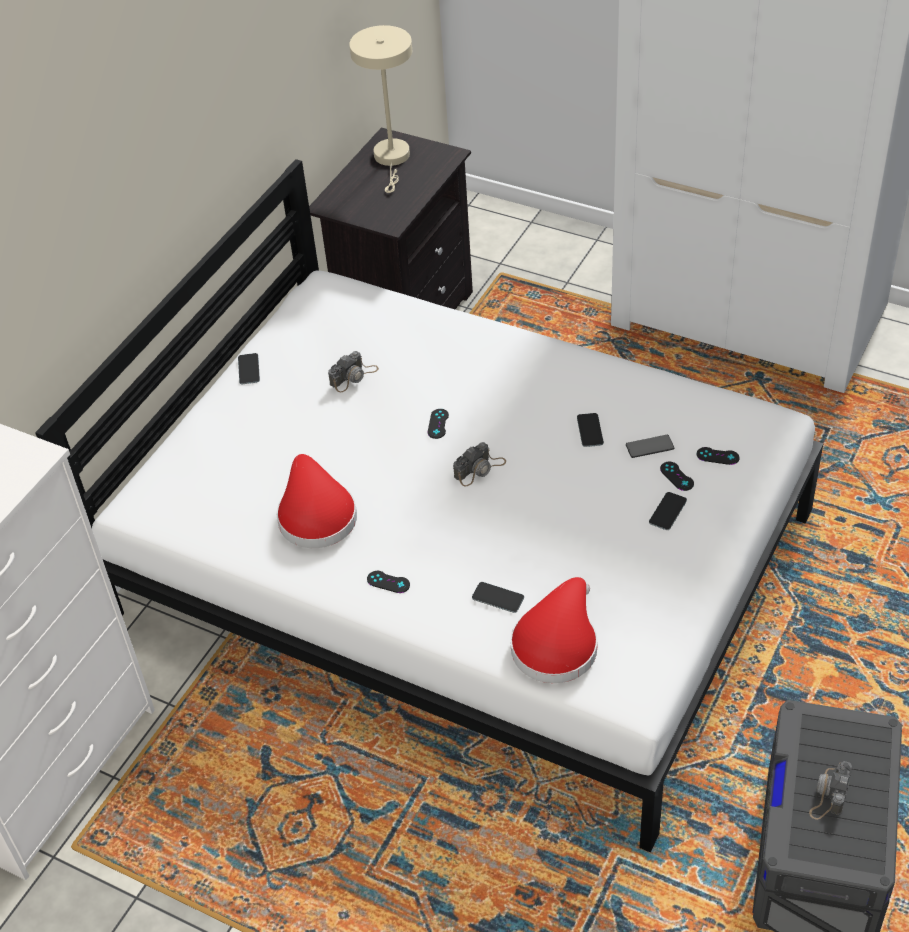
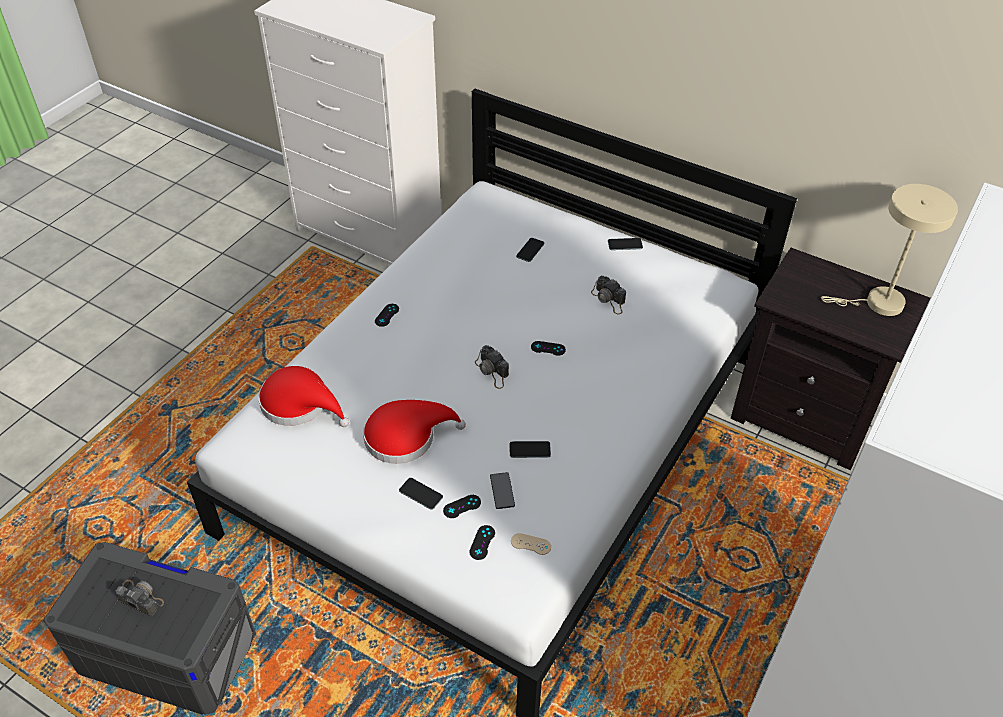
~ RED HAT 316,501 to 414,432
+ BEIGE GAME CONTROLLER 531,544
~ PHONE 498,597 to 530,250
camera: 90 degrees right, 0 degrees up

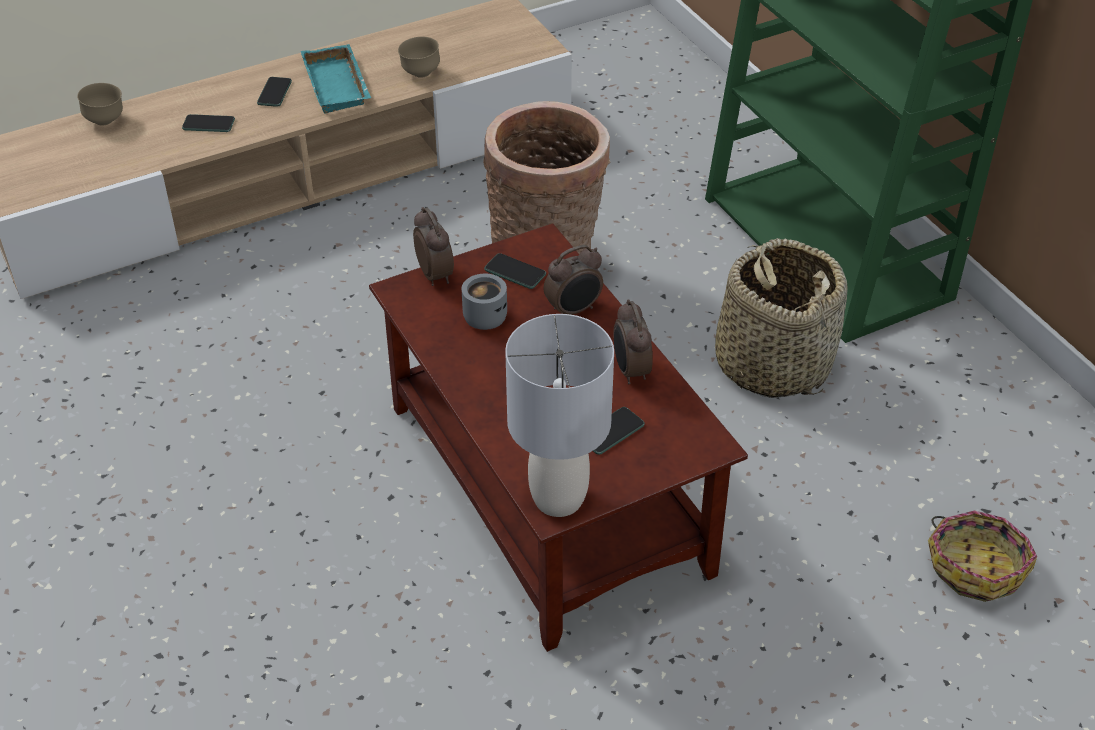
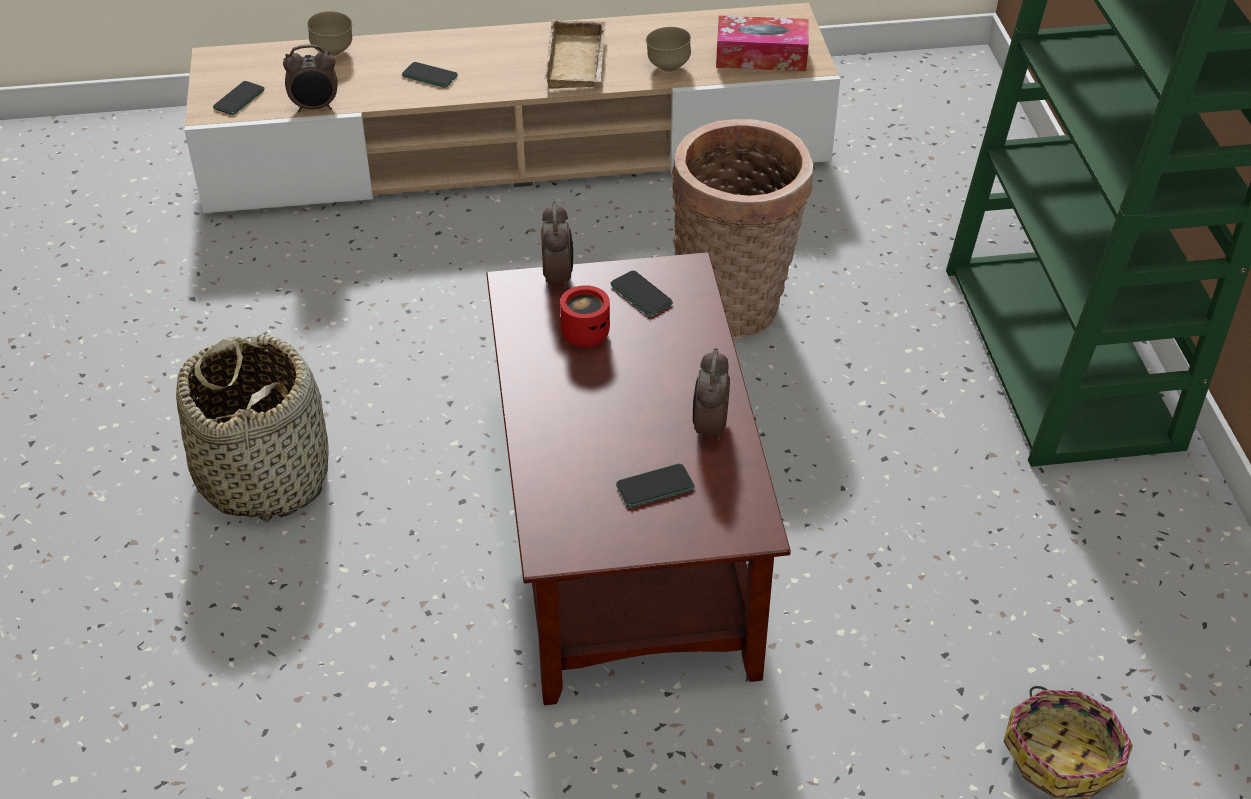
~ BASKET 781,318 to 252,428
~ PHONE 274,92 to 238,98
~ ALARM CLOCK 573,280 to 310,78
~ TURQUOISE TRAY 336,78 to BEIGE TRAY 575,54
~ GREY MUG 484,302 to RED MUG 585,316
+ TISSUE BOX 762,43
- GREY TABLE LAMP 559,415
camera: 20 degrees right, 0 degrees up

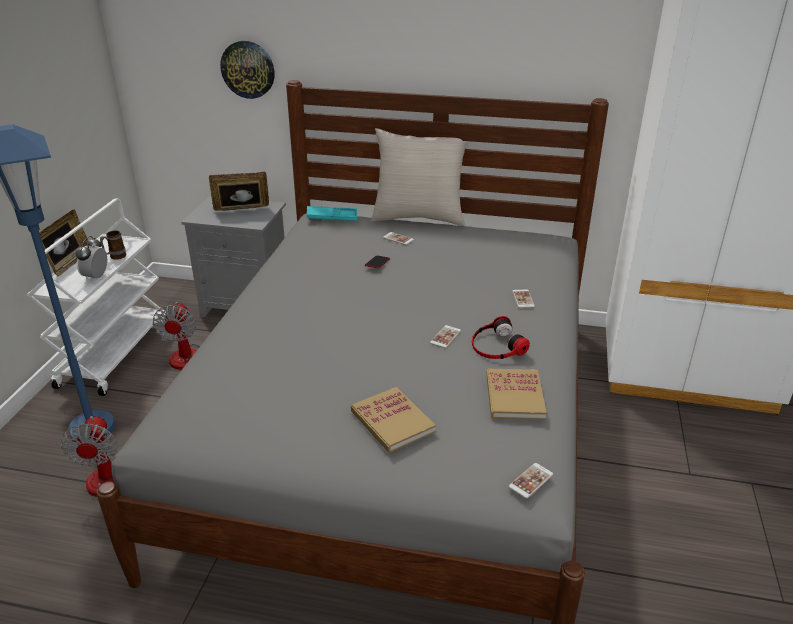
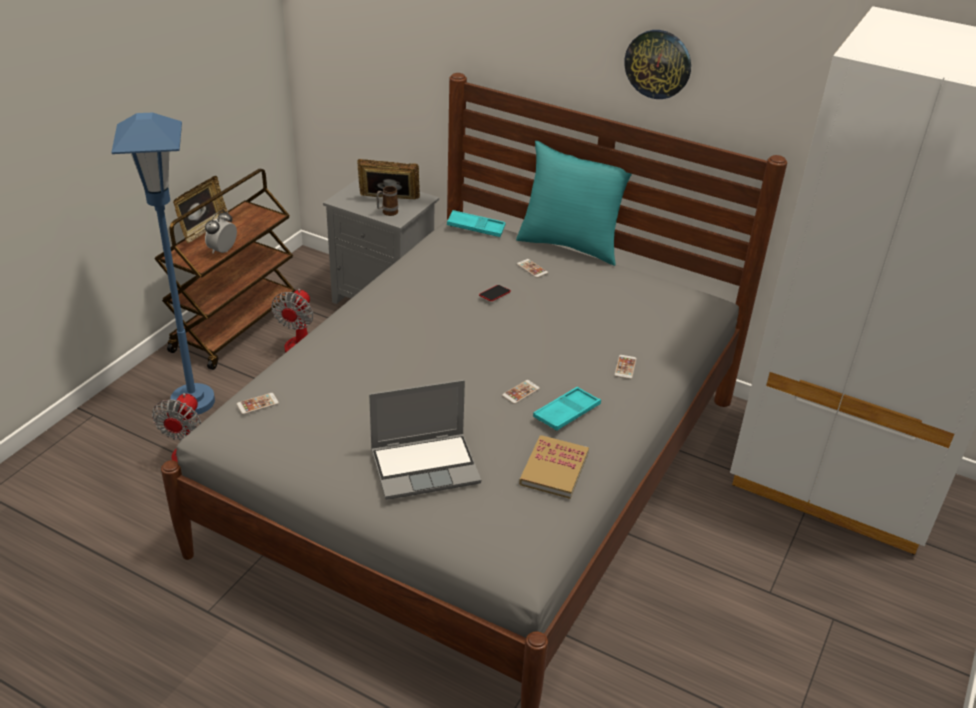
~ WHITE CART 96,297 to BROWN CART 225,269
~ PHONE 531,481 to 258,404
~ BOOK 393,420 to LAPTOP 425,440
~ MUG 113,245 to 387,201
~ BEIGE PILLOW 419,177 to TURQUOISE PILLOW 574,203
~ HEADPHONES 501,337 to TURQUOISE TRAY 567,408
~ WALL CLOCK 247,70 to 657,64
camera: 15 degrees right, 5 degrees up

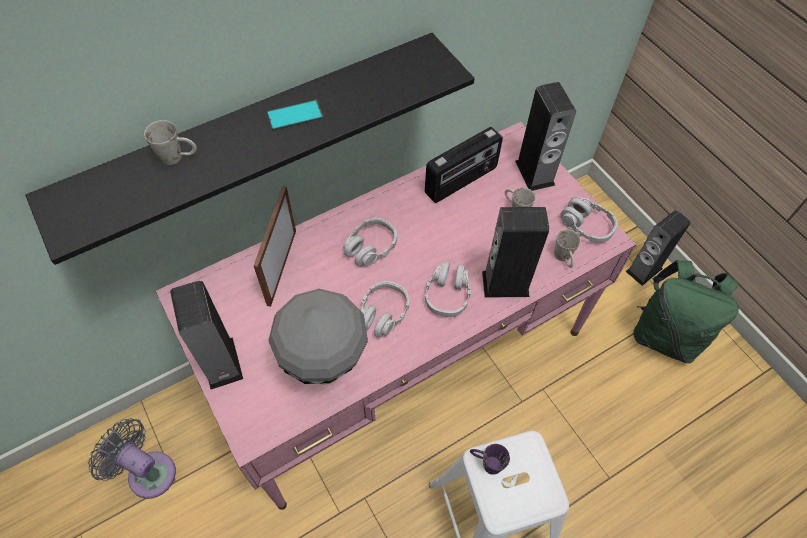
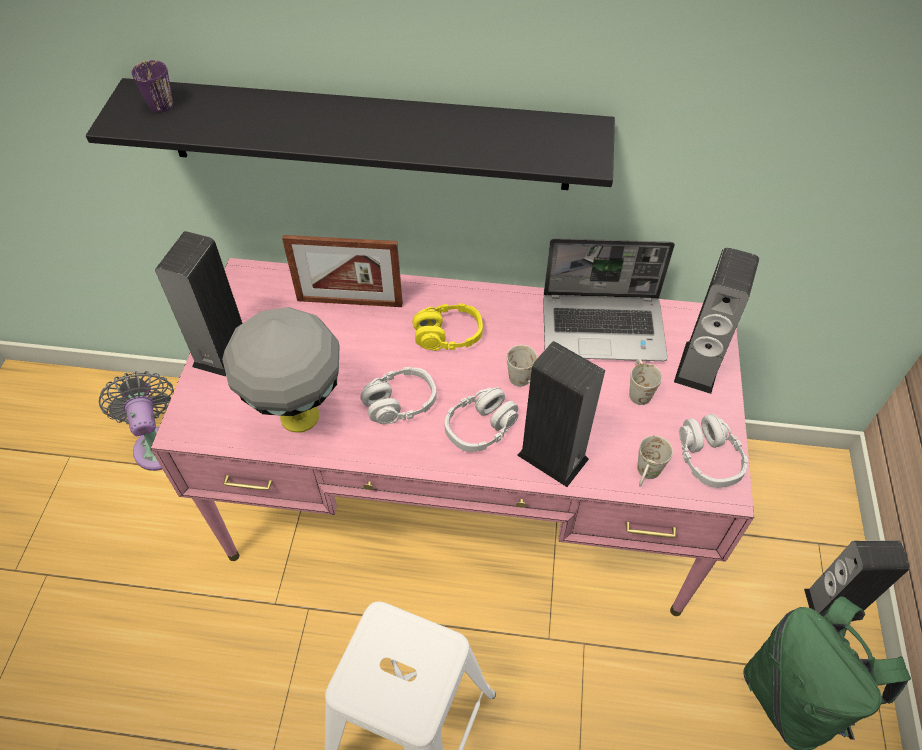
~ PURPLE MUG 490,459 to 152,86
~ PICTURE FRAME 275,246 = 342,271 135 degrees counterclockwise
~ GREY HEADPHONES 370,242 to YELLOW HEADPHONES 447,327
~ WHITE MUG 170,142 to 522,366
~ RADIO 464,165 to LAPTOP 609,299
- PHONE 295,115
camera: 40 degrees right, 5 degrees down

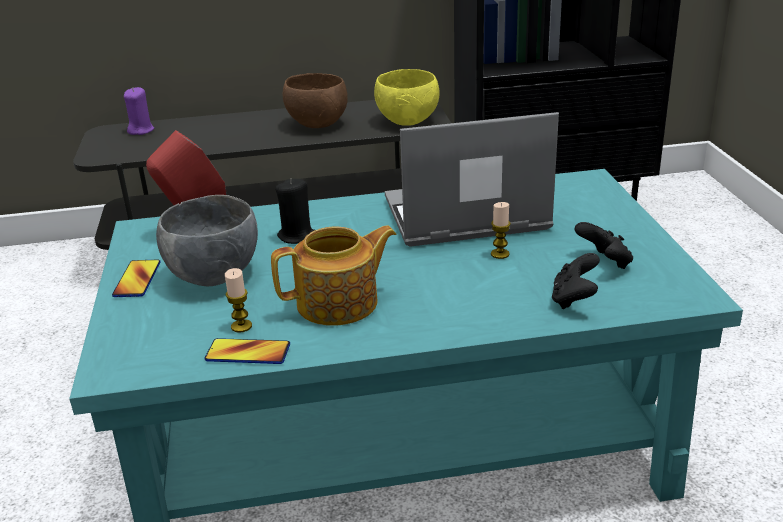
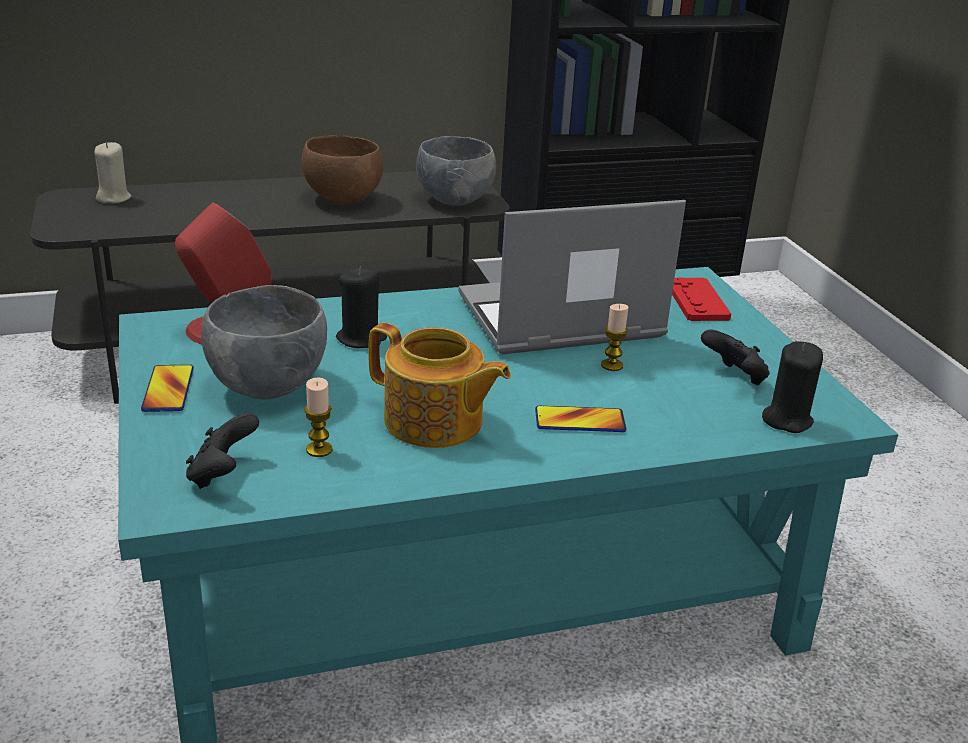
~ PURPLE CANDLE 139,111 to BEIGE CANDLE 112,173
~ BLACK GAME CONTROLLER 576,281 to 222,451
~ TEAPOT 333,275 = 439,385 60 degrees clockwise
~ YELLOW BOWL 407,97 to GREY BOWL 456,171
~ PHONE 247,351 to 580,419
+ RED GAME CONTROLLER 701,299
+ BLACK CANDLE 792,387
camera: 10 degrees left, 0 degrees up

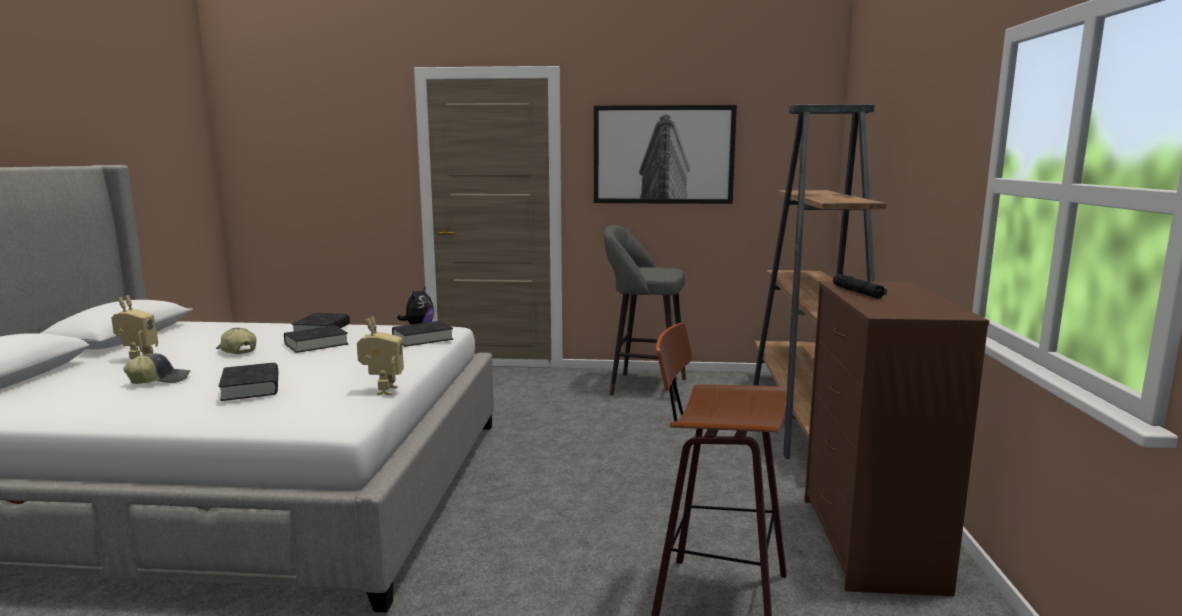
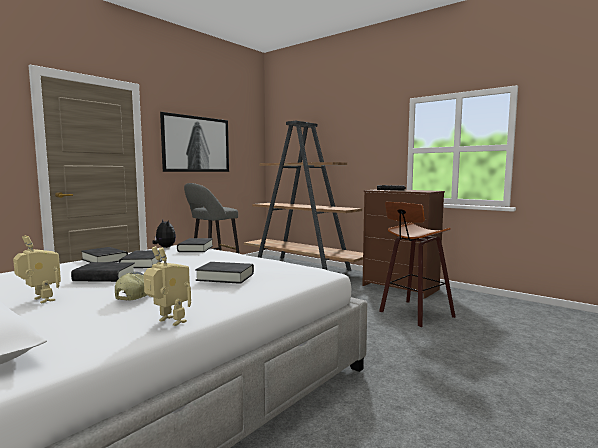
~ CAP 236,341 to BLACK BOOK 103,272
~ TOY ROBOT 380,355 to 167,286
camera: 55 degrees left, 5 degrees down

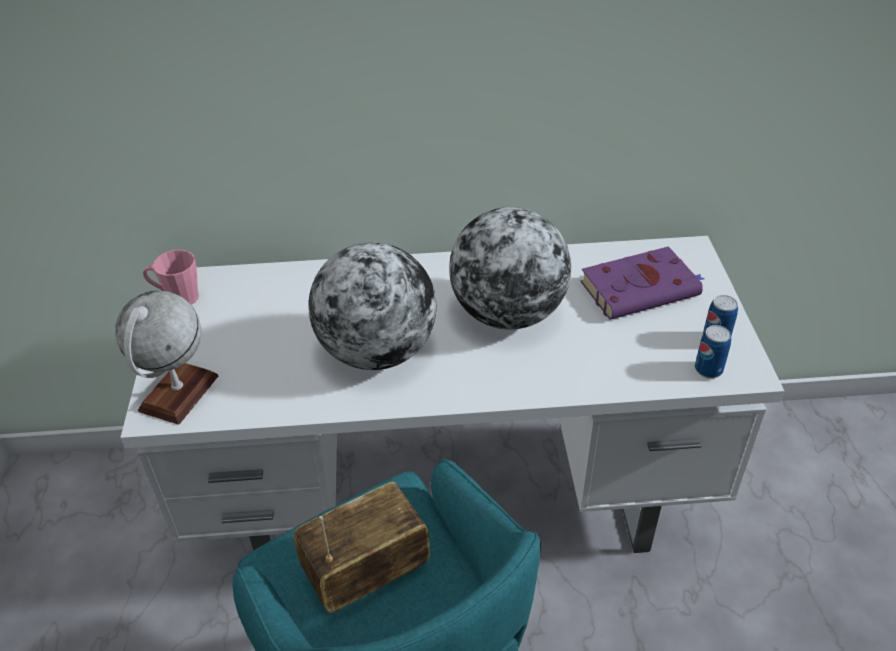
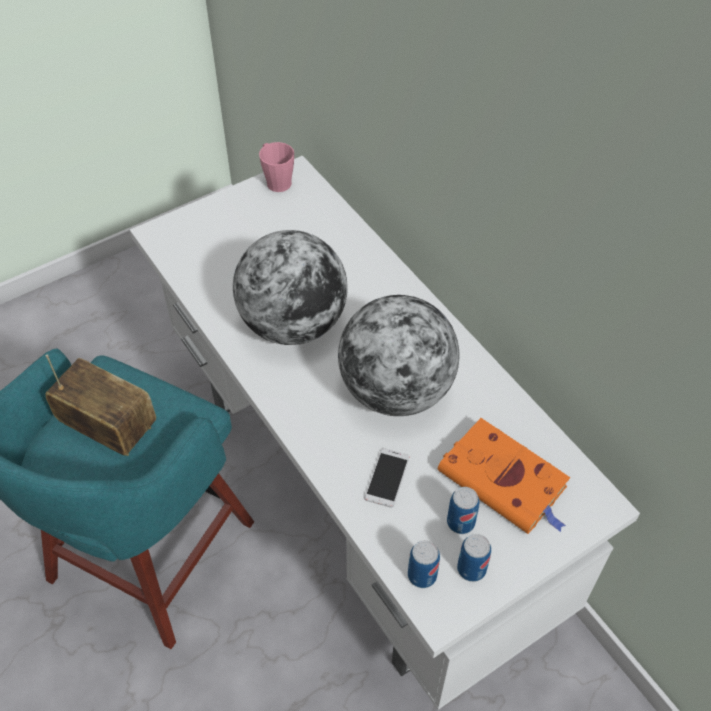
+ PHONE 387,478
~ PURPLE BOOK 642,283 to ORANGE BOOK 504,476
+ CAN 463,510
- GLOBE 167,358
camera: 60 degrees right, 10 degrees up

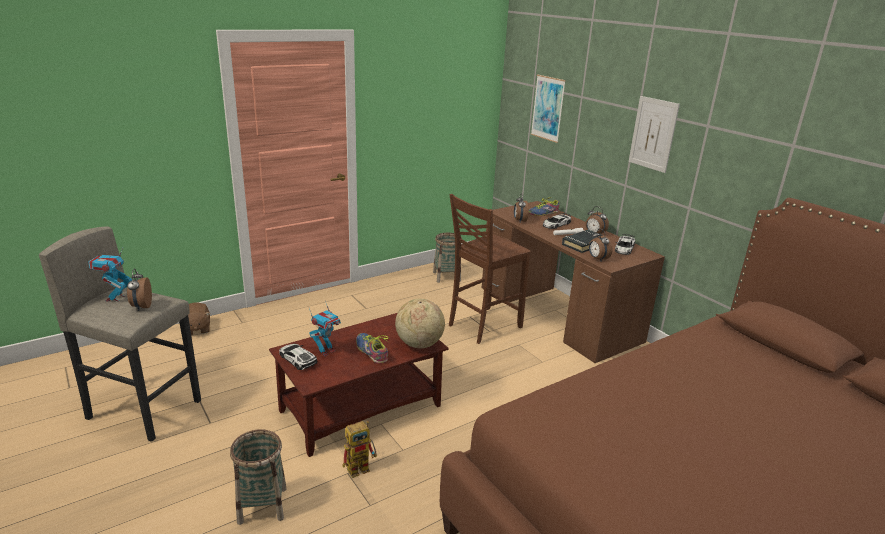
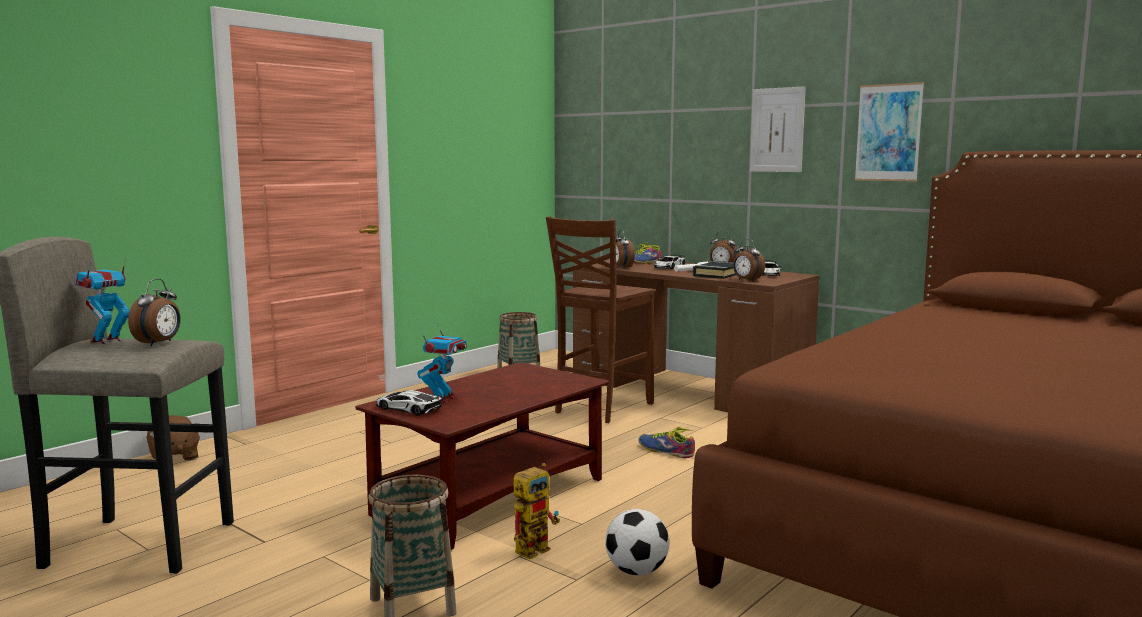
~ TOY ROBOT 110,275 = 102,300 45 degrees clockwise
~ ALARM CLOCK 139,290 = 154,312 135 degrees counterclockwise
+ FOOTBALL 637,542
~ SHOE 372,348 to 666,442
~ PICTURE 548,109 to 889,131
- GLOBE 420,323
camera: 15 degrees left, 15 degrees down

